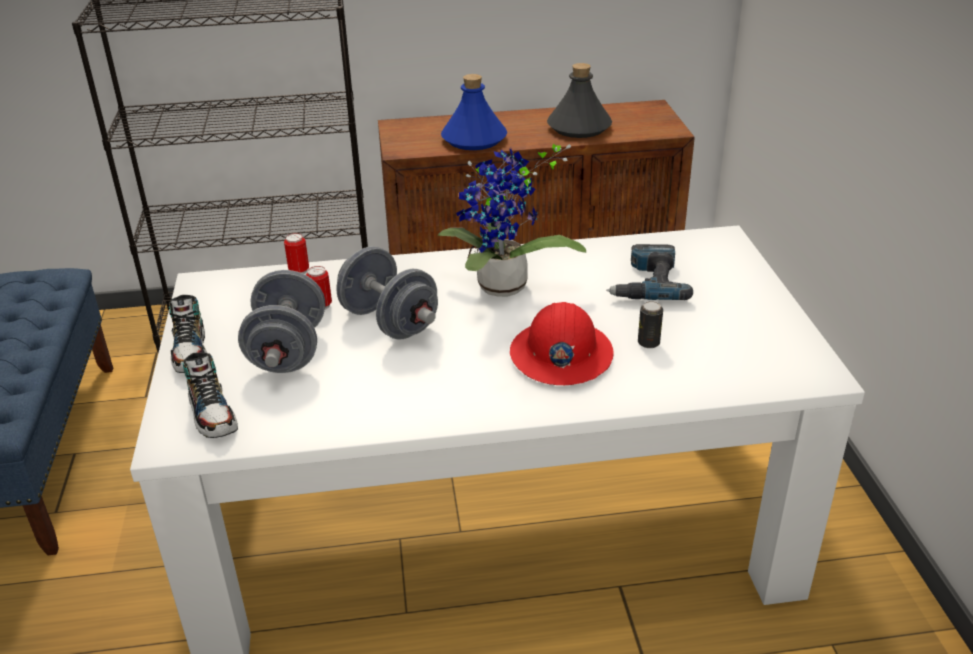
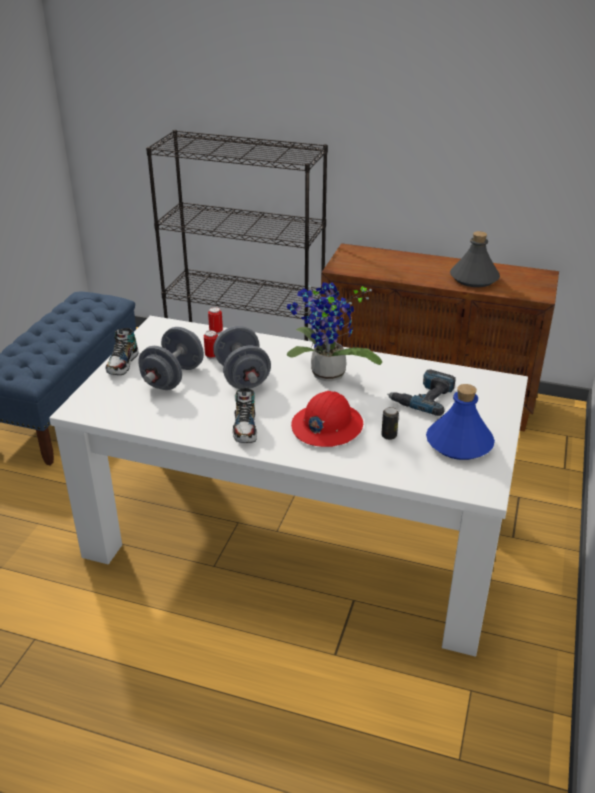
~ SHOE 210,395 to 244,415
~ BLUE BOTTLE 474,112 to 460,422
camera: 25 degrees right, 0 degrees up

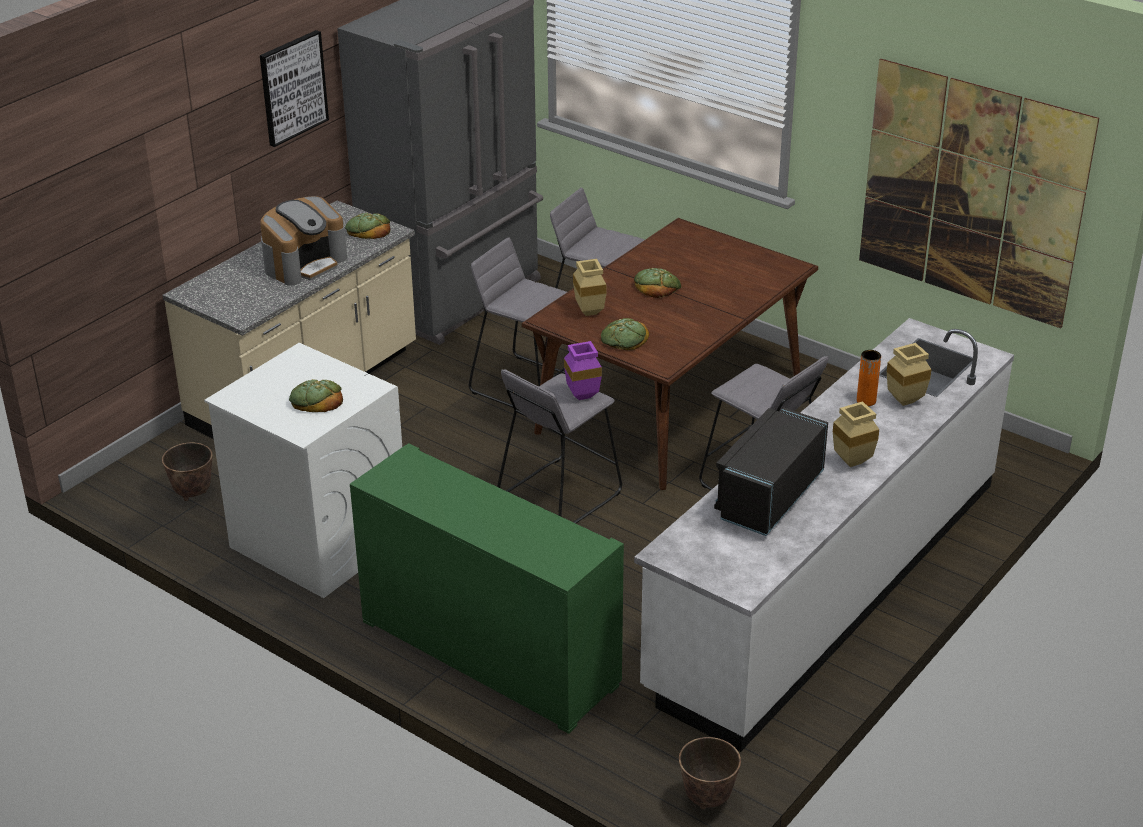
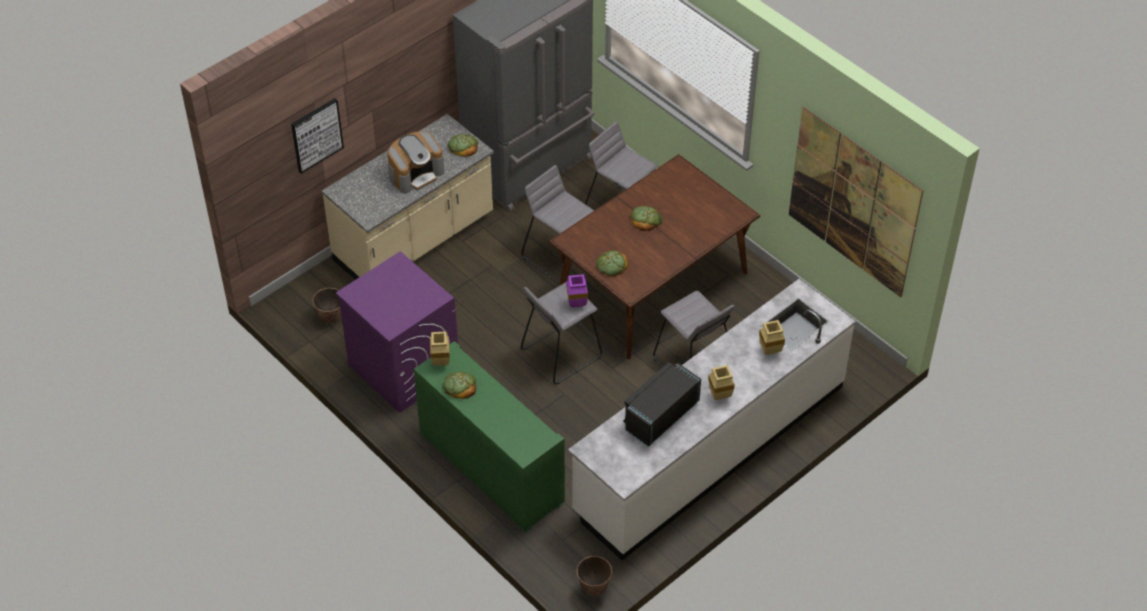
~ PICTURE 294,88 to 317,136
~ WHITE WASHING MACHINE 303,470 to PURPLE WASHING MACHINE 397,332
~ BEIGE VASE 590,287 to 440,348
~ BREAD 316,395 to 459,385
- ORANGE VASE 869,378
camera: 10 degrees right, 15 degrees up

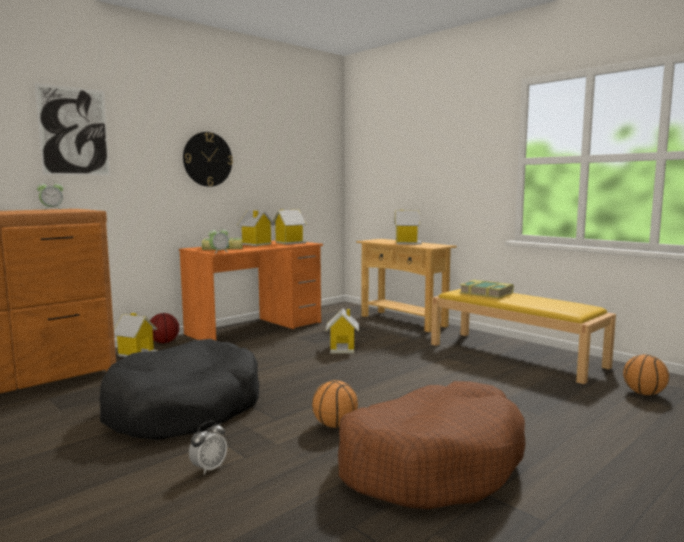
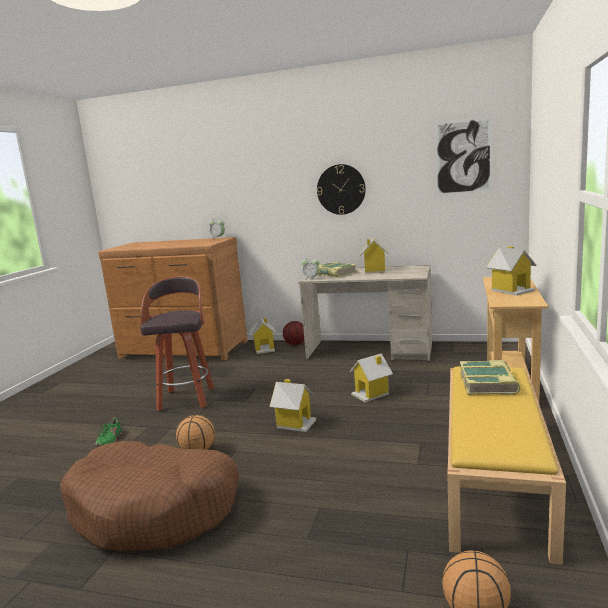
~ ALARM CLOCK 208,448 to GREEN SHOE 109,432
~ BLACK DOG BED 179,389 to STOOL 177,343
~ TOY HOUSE 290,227 to 292,405
~ ORANGE DESK 251,290 to BEIGE DESK 365,313
~ PICTURE 72,129 to 463,155
camera: 60 degrees right, 5 degrees up

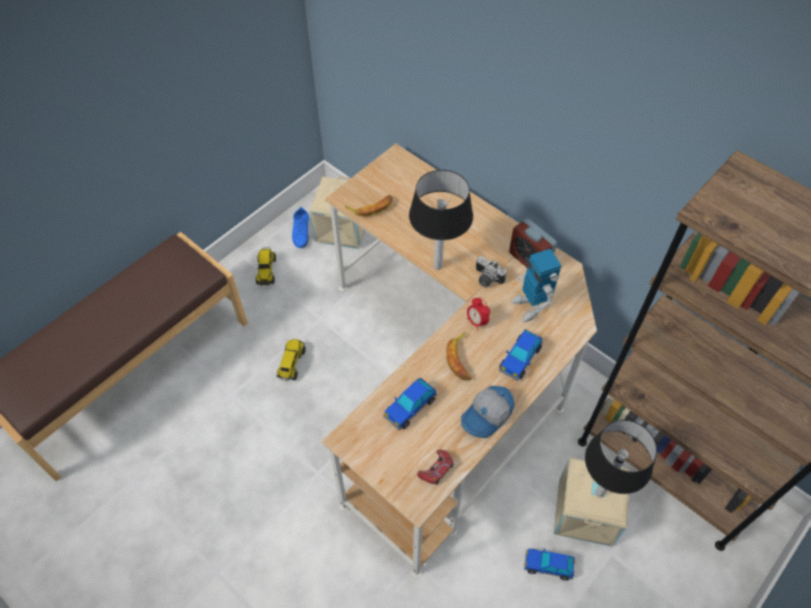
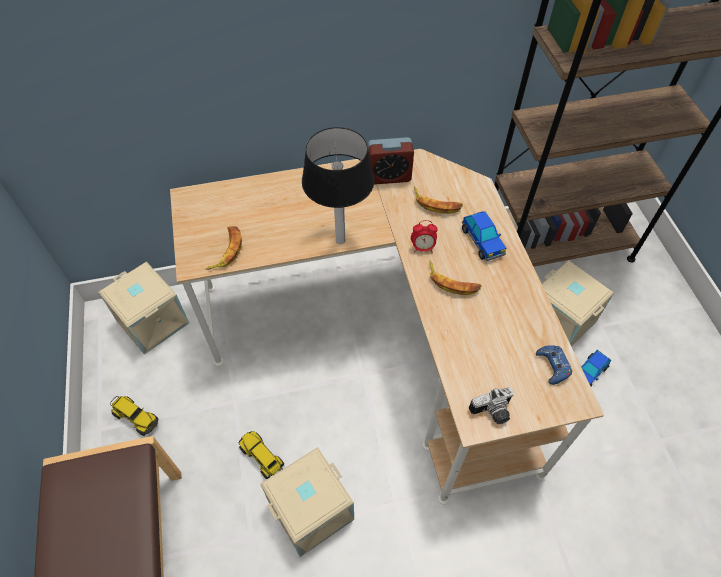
+ BEIGE STORAGE BOX 307,502
~ TOY ROBOT 536,285 to BANANA 438,199
~ PHOTO CAMERA 491,271 to 491,405
~ RED GAME CONTROLLER 435,467 to BLUE GAME CONTROLLER 554,365
- BLUE SHOE 300,227
- TOY CAR 410,404
- CAP 488,412
- TABLE LAMP 621,458
camera: 55 degrees left, 0 degrees up

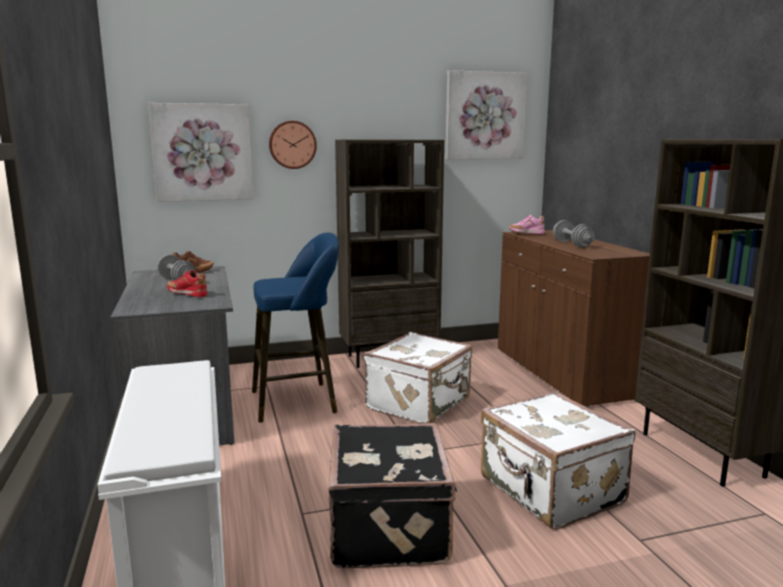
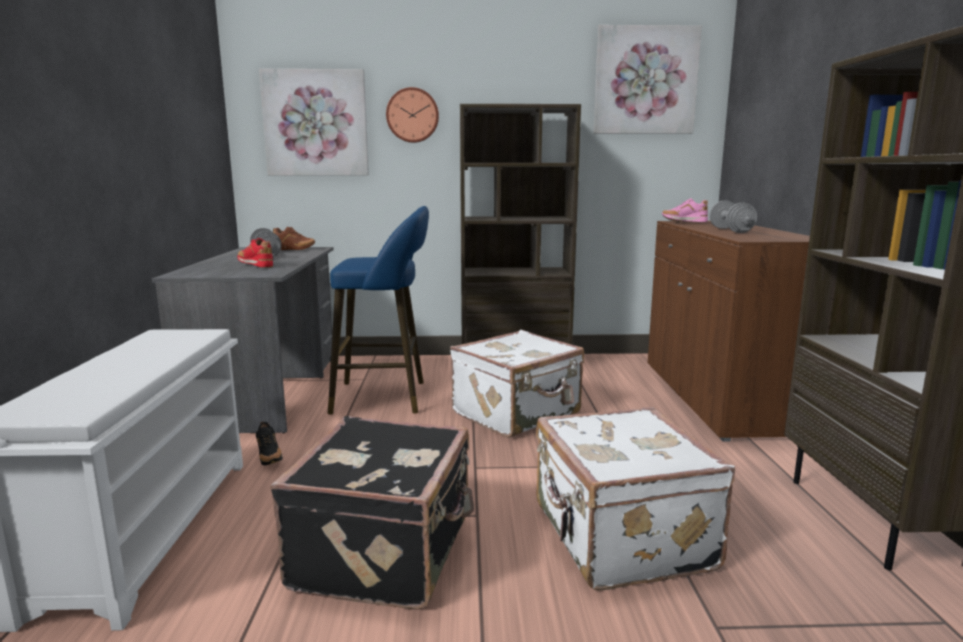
+ BLACK SHOE 269,443
camera: 15 degrees right, 0 degrees up

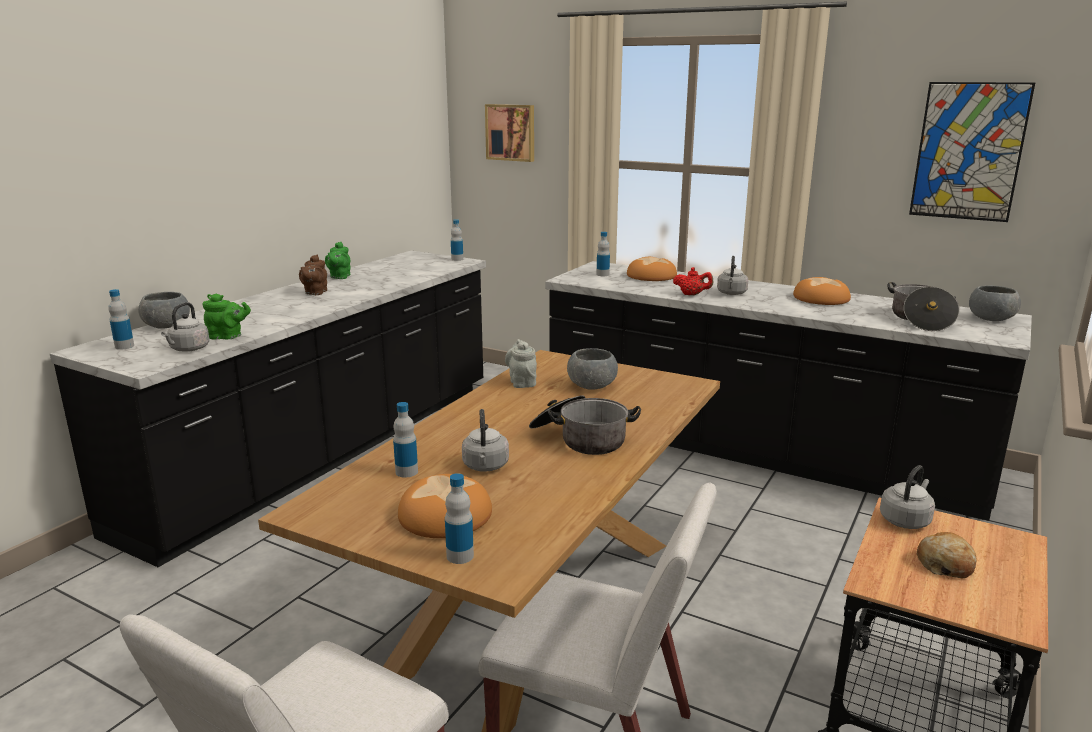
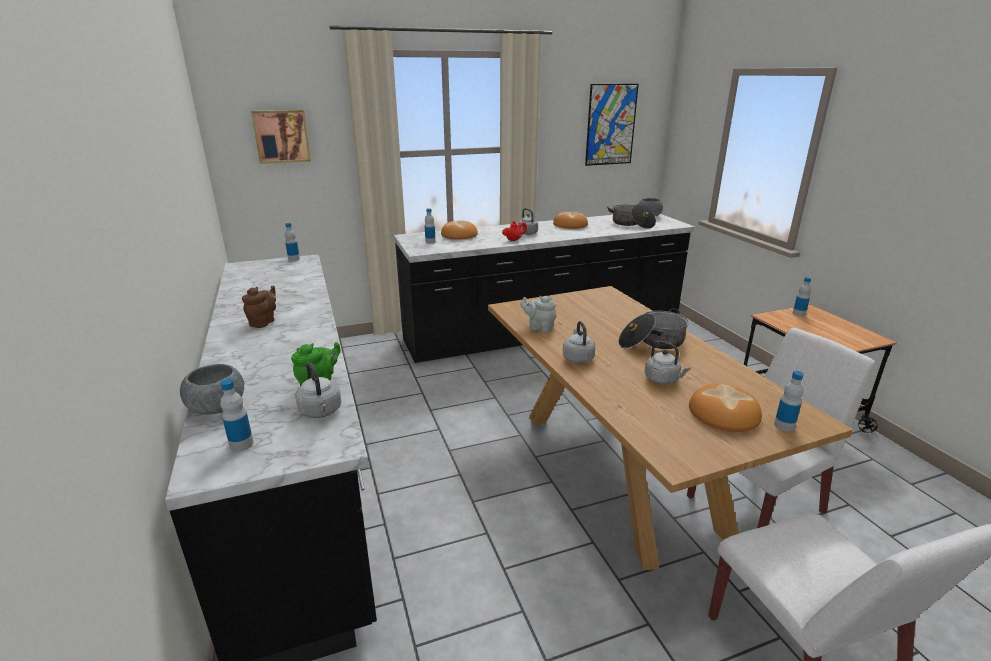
~ BROWN TEAPOT 313,275 = 259,307 120 degrees counterclockwise
~ GREY KETTLE 907,497 to 579,342
~ BOTTLE 405,440 to 802,296
- GREEN TEAPOT 337,260
- GREY BOWL 592,369
- BREAD 947,555
camera: 50 degrees left, 5 degrees up

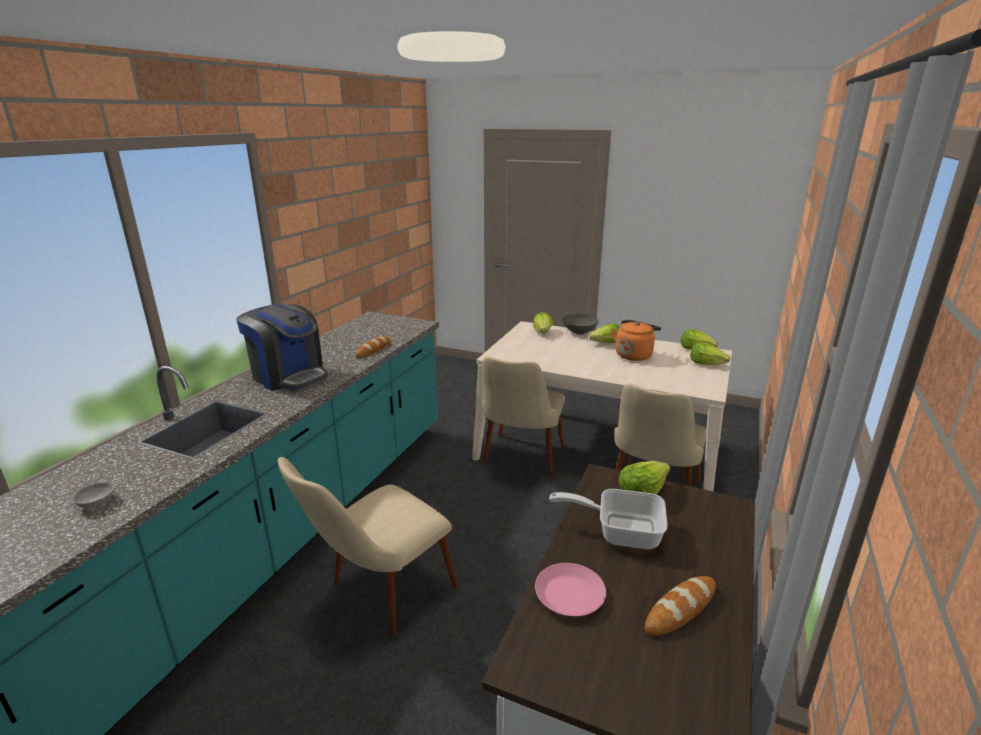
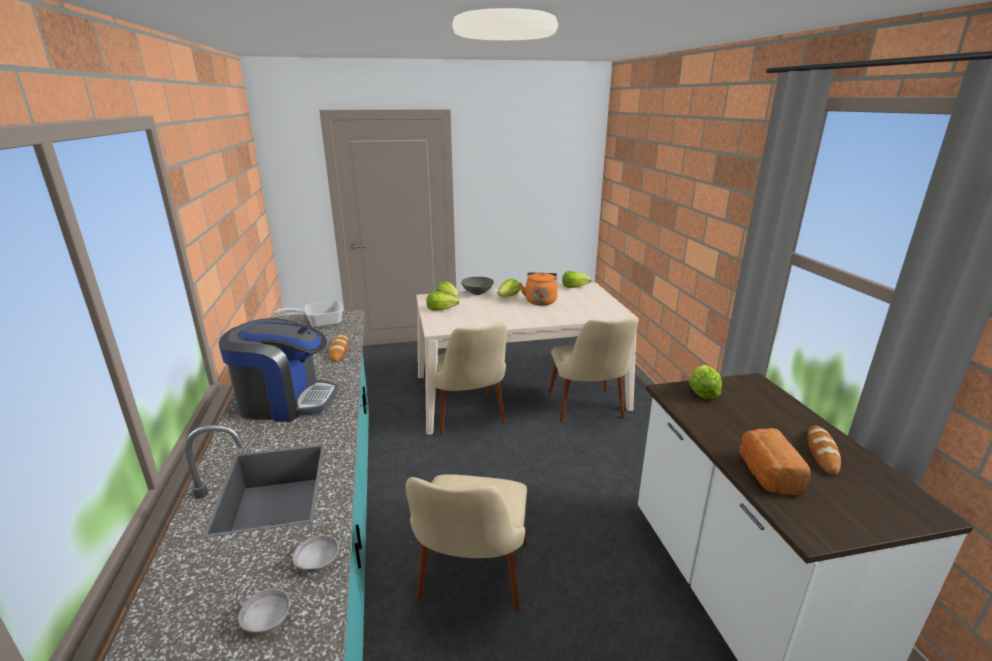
~ FRYING PAN 608,519 to 308,314
+ GREY BOWL 315,553
~ LETTUCE 710,353 to 443,301
~ PINK PLATE 570,589 to BREAD 775,461
camera: 35 degrees left, 0 degrees up

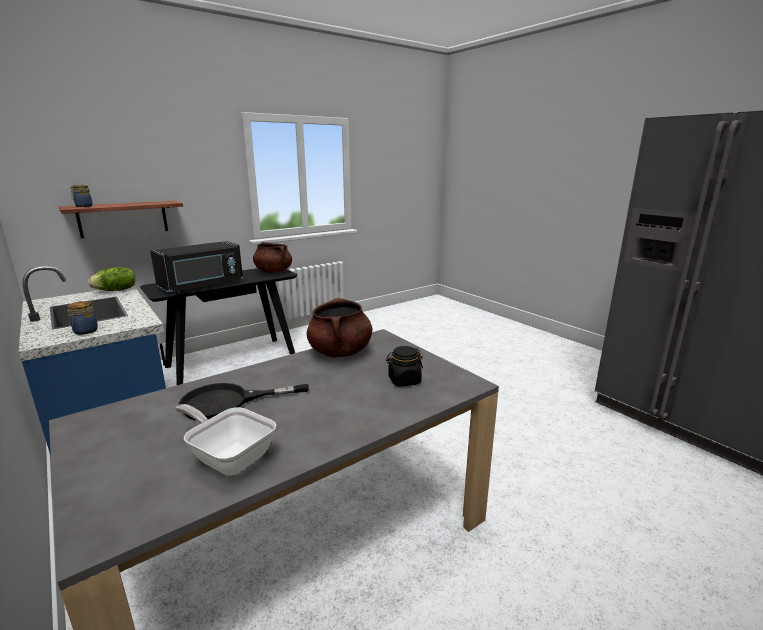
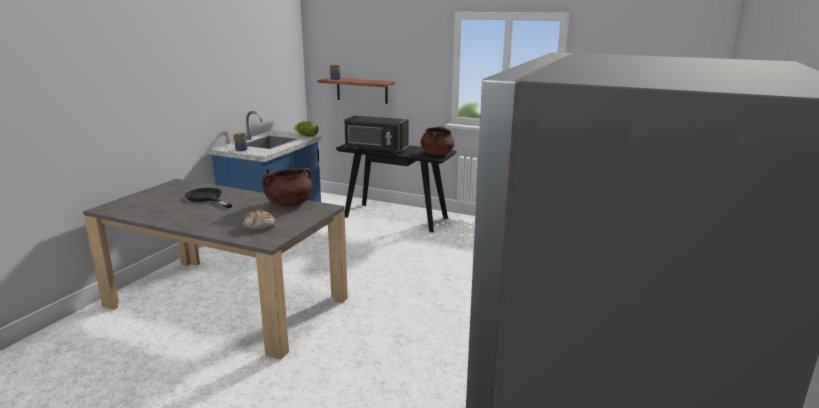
~ BLACK JAR 404,366 to BREAD 258,220
- FRYING PAN 225,440
camera: 60 degrees right, 0 degrees up

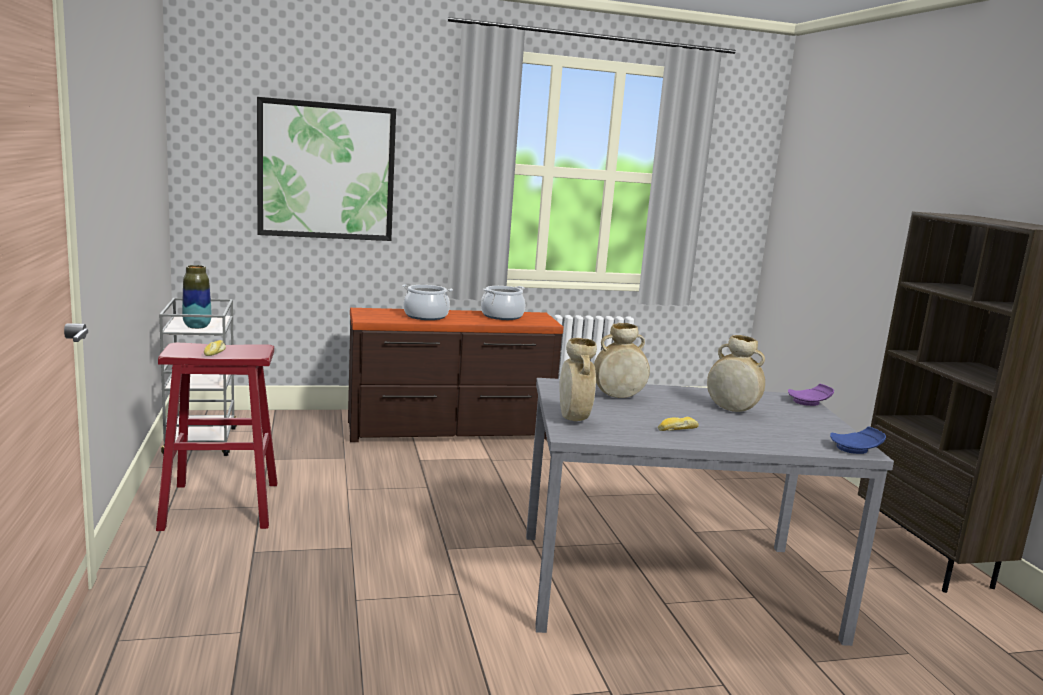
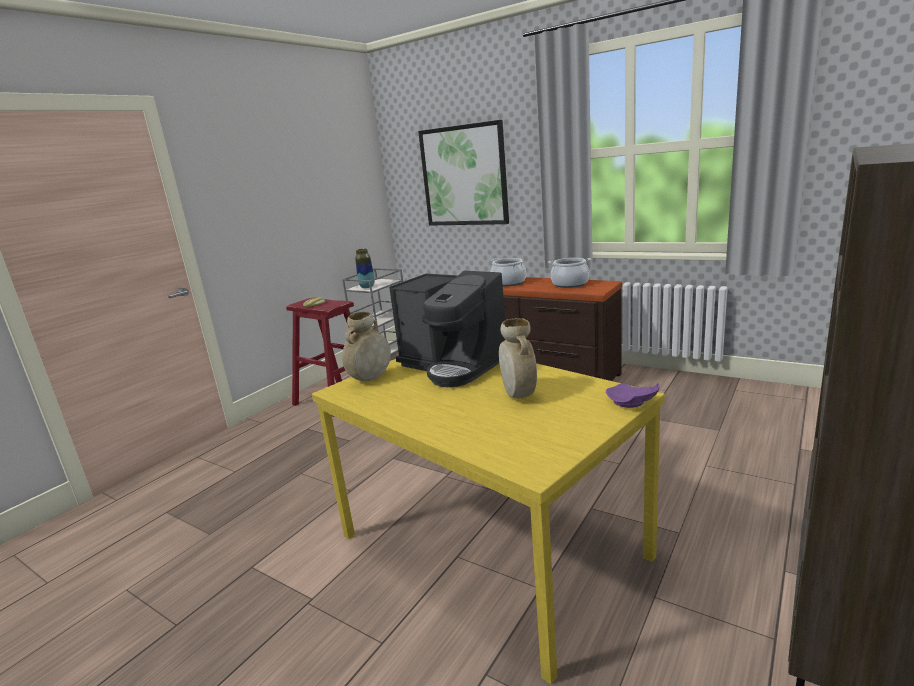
~ GREY DINING TABLE 710,512 to YELLOW DINING TABLE 488,521
~ BEIGE VASE 622,360 to COFFEE MACHINE 447,329
- BREAD 678,424
- BLUE PLATE 858,440
camera: 50 degrees right, 5 degrees up

